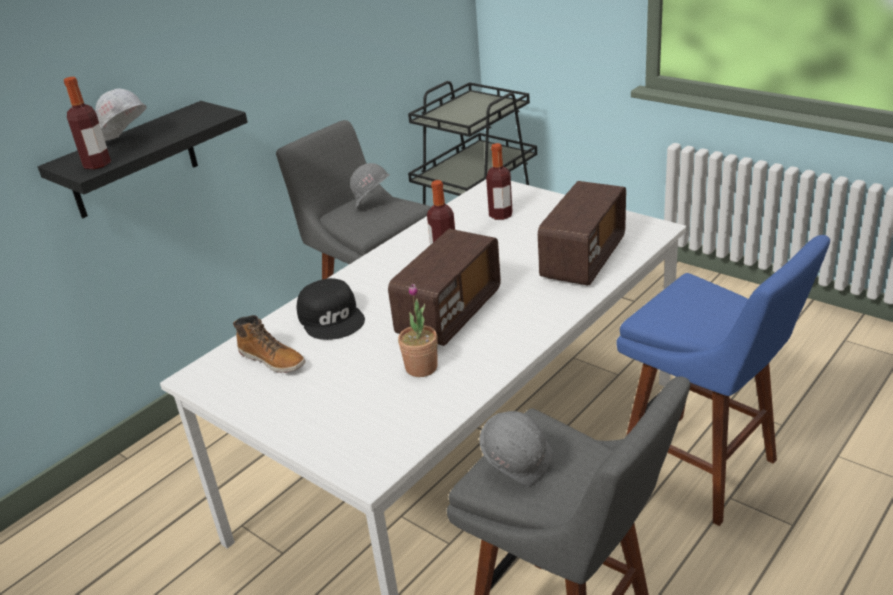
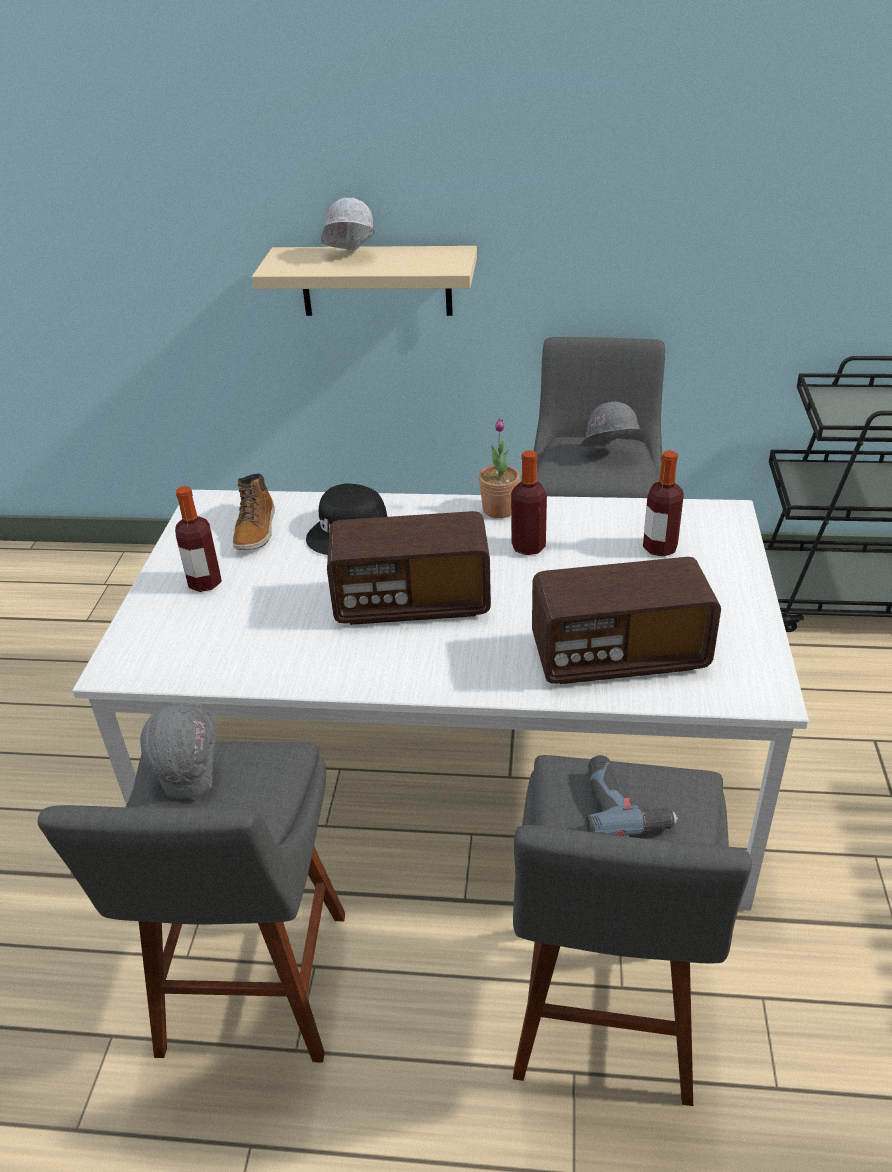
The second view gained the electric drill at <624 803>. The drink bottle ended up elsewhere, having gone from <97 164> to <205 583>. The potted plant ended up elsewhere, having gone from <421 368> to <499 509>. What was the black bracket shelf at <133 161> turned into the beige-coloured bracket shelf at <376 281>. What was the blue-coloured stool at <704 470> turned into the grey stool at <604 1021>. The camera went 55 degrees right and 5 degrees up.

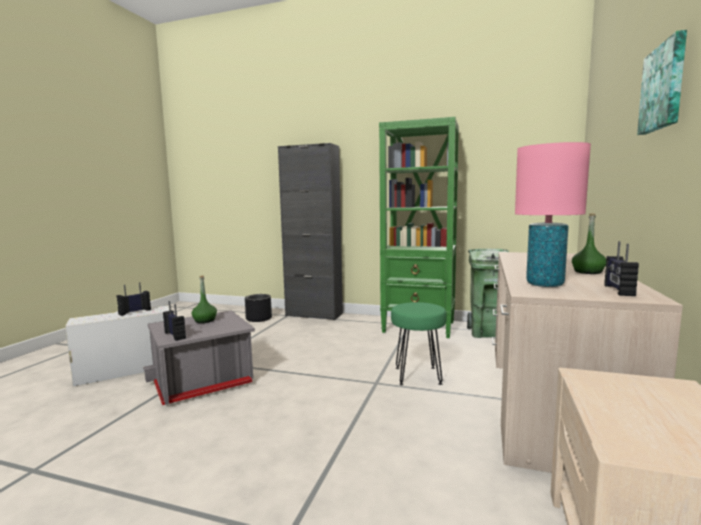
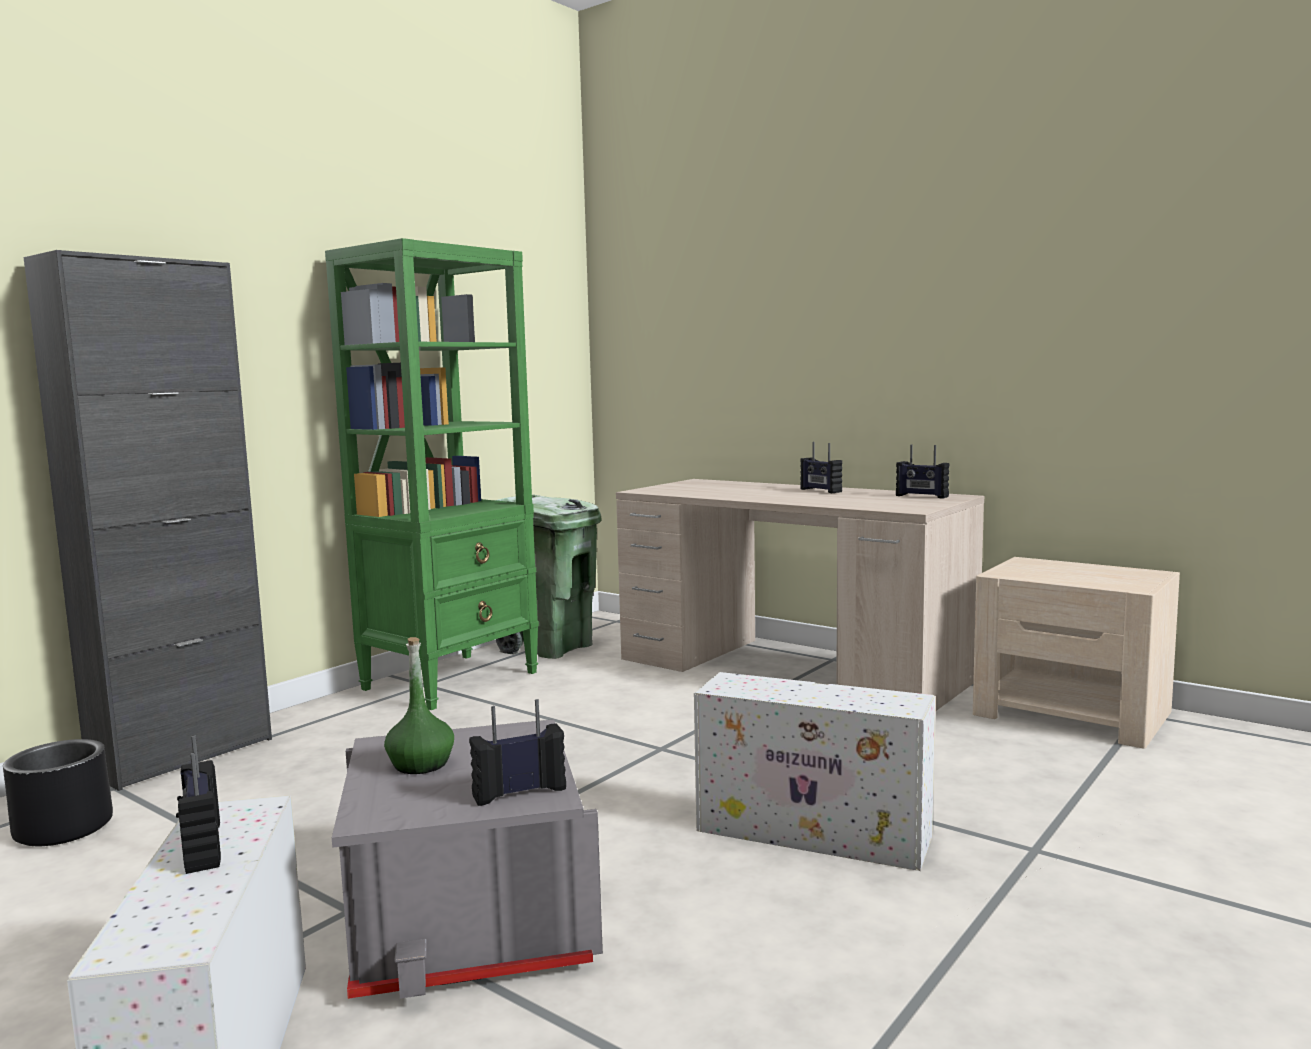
The second view lost the green stool at <417 375>. The second view lost the pinkish lamp for a table at <545 284>. The second view lost the wall picture at <664 87>. The second view gained the white-coloured storage bin at <816 834>. Where the green drink bottle stood at <588 272>, the radio receiver came to stand at <820 490>. The camera went 70 degrees left and 0 degrees up.

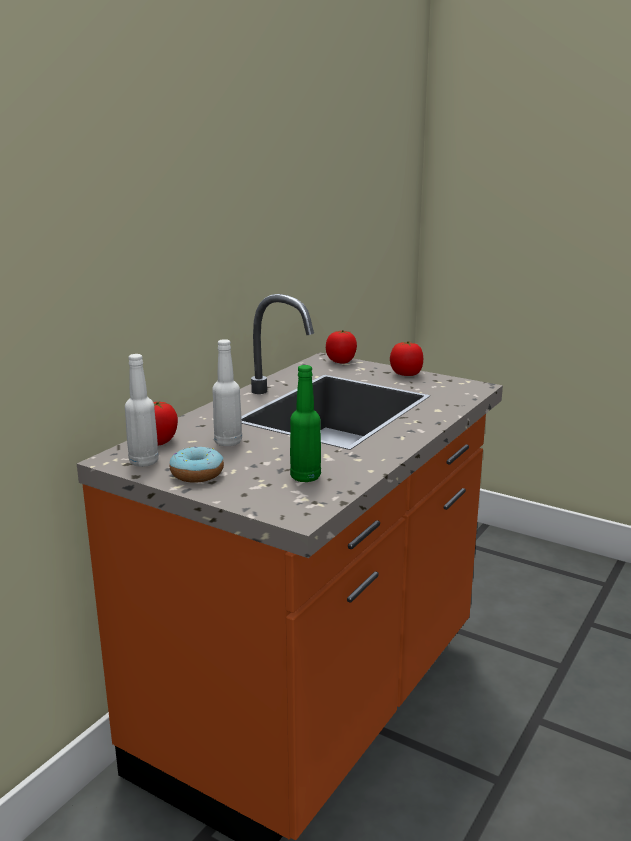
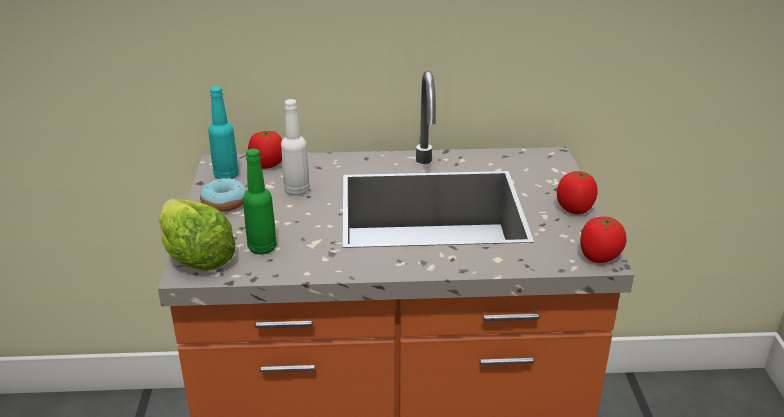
The second view gained the lettuce head at <195 255>. The tomato ended up elsewhere, having gone from <341 361> to <599 257>. What was the white-coloured drink bottle at <144 462> turned into the turquoise drink bottle at <226 175>. The camera went 55 degrees right and 10 degrees up.

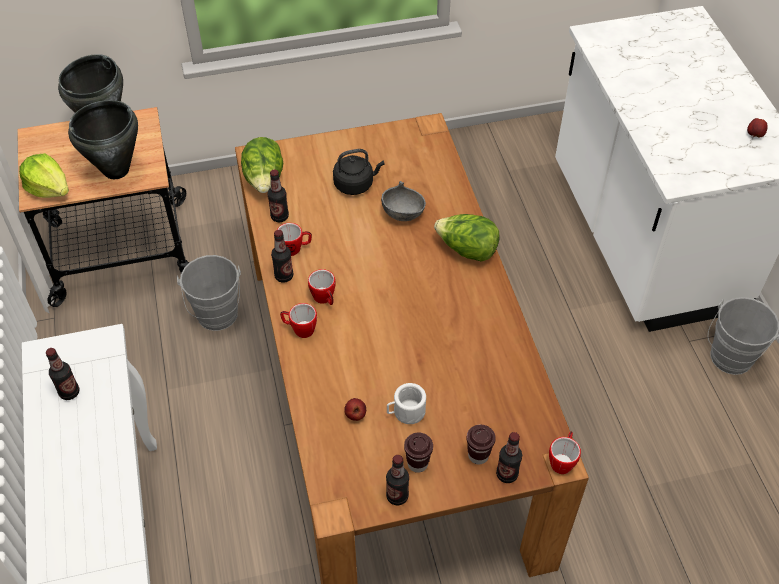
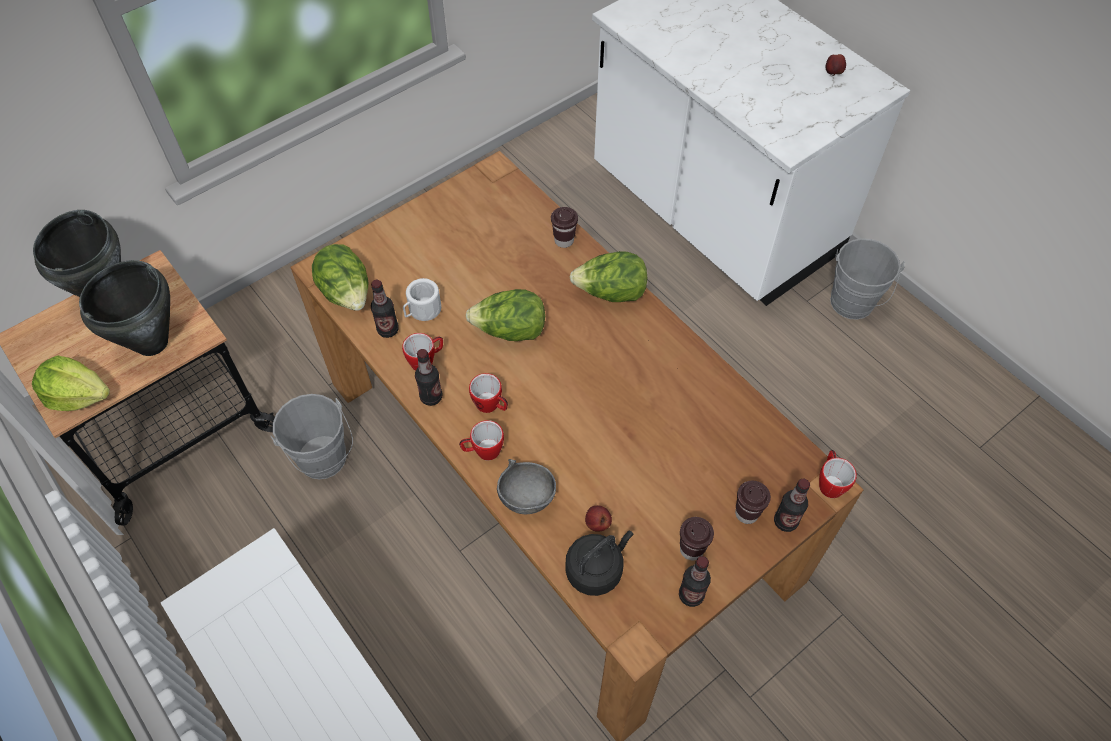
The second view lost the drink bottle at <69 392>. The second view gained the lettuce head at <510 331>. The second view gained the brown cup at <564 241>. The black kettle ended up elsewhere, having gone from <356 184> to <596 569>. The grey deep dish ended up elsewhere, having gone from <403 213> to <527 496>. The white-coloured tea mug ended up elsewhere, having gone from <405 412> to <422 311>. The camera went 25 degrees left and 5 degrees up.

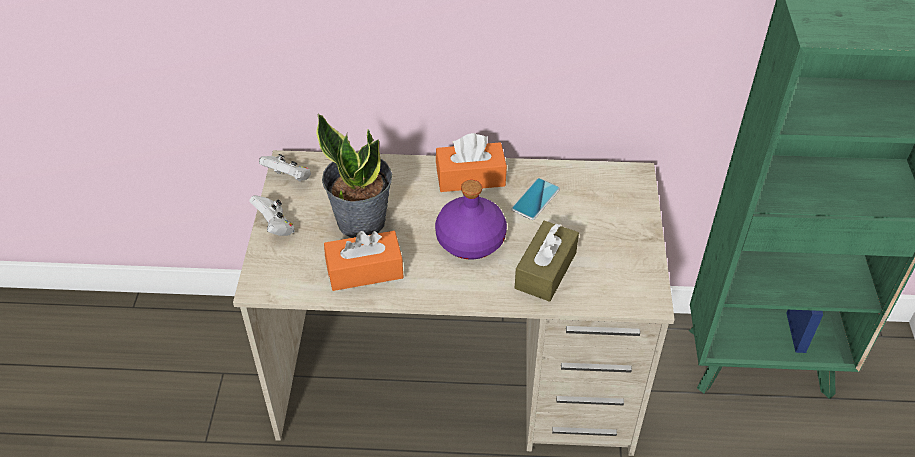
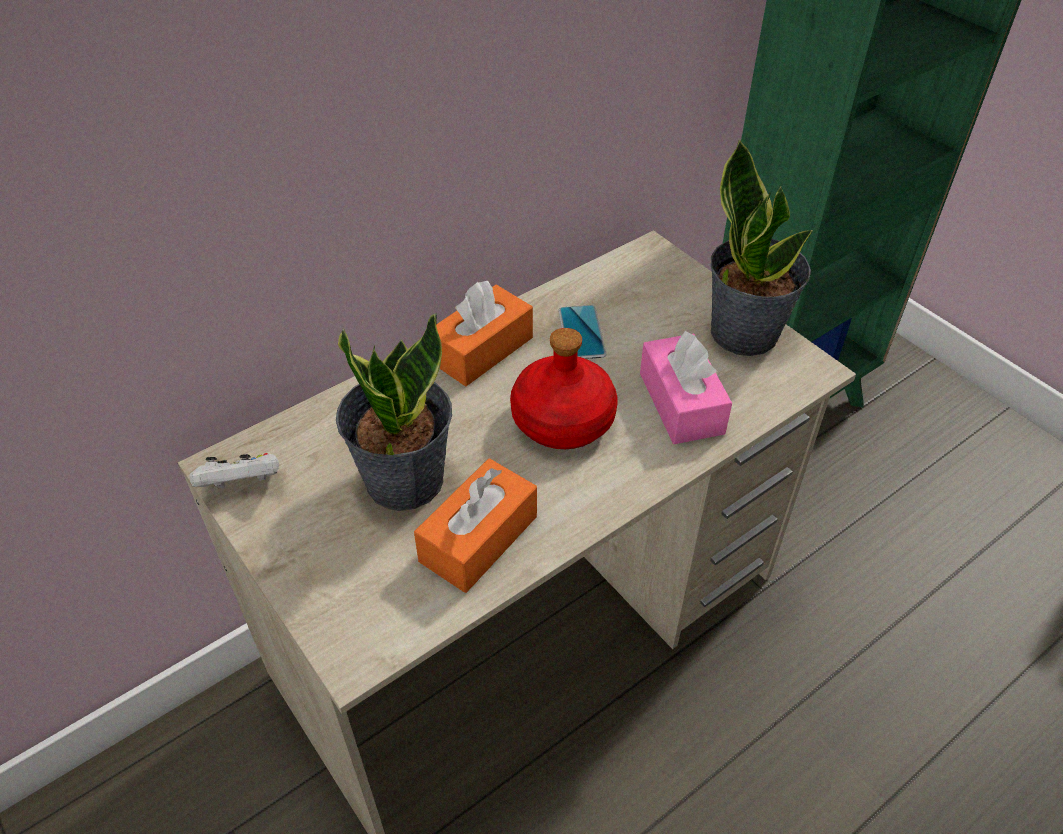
The second view lost the white-coloured joypad at <275 226>. The second view gained the potted plant at <745 332>. What was the purplish drink bottle at <469 240> turned into the red-coloured drink bottle at <562 421>. What was the brown tissue box at <545 270> turned into the pinkish tissue box at <681 403>. The camera went 40 degrees left and 0 degrees up.

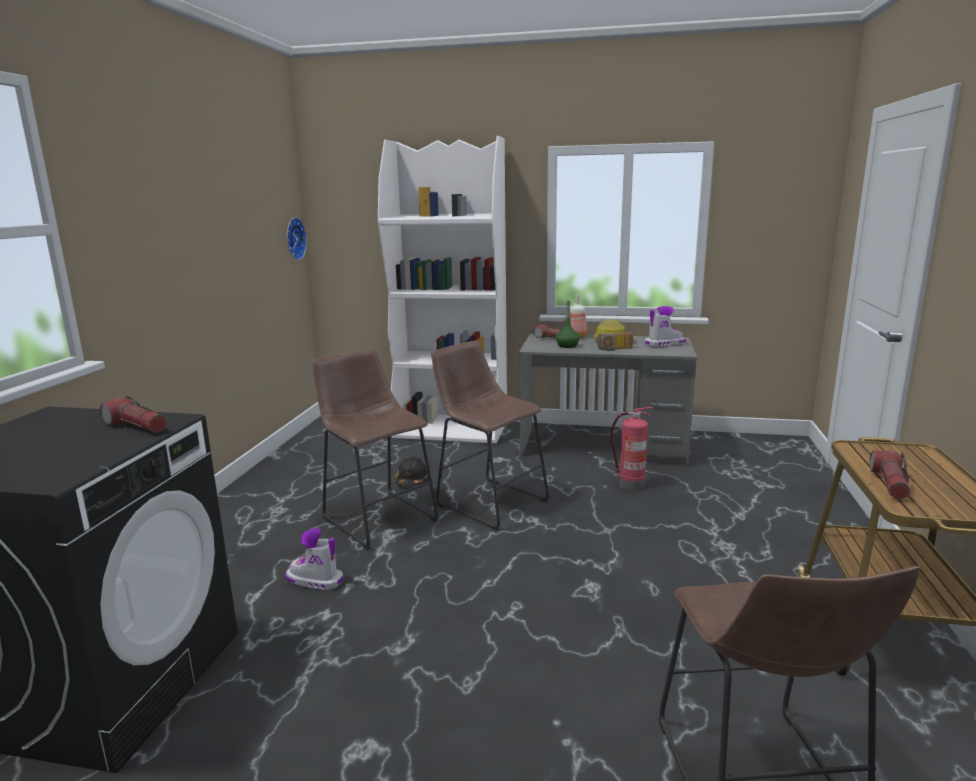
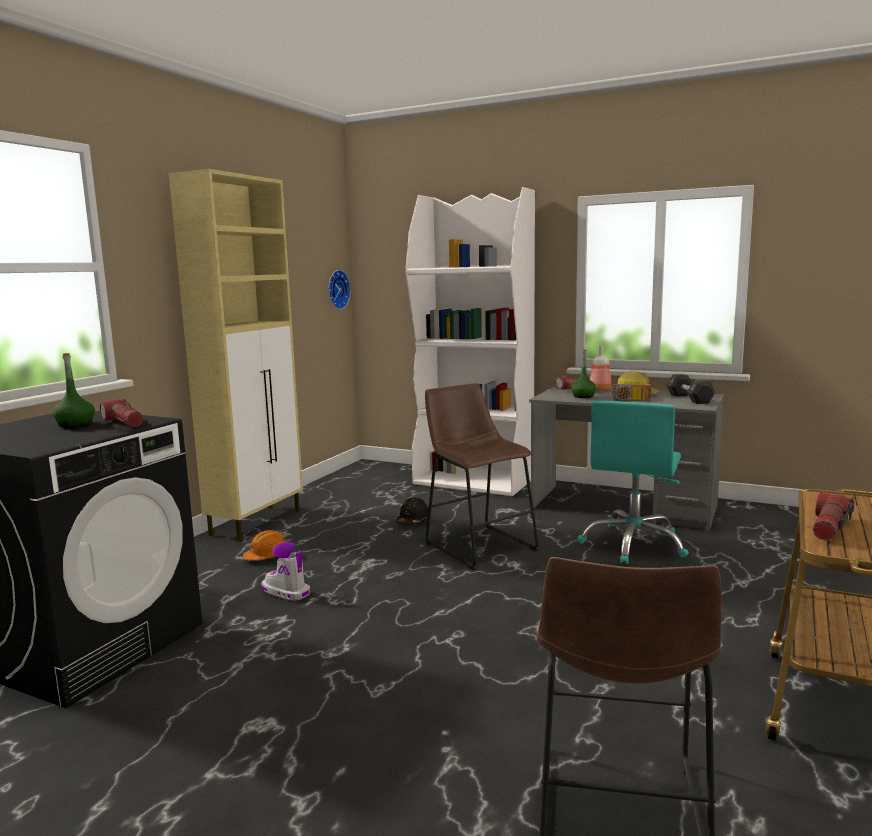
The second view lost the brown stool at <377 517>. The second view gained the green drink bottle at <75 425>. The second view gained the beige-coloured cupboard at <257 522>. The second view gained the orangey hard hat at <268 556>. Where the fire extinguisher stood at <630 485>, the turquoise computer chair came to stand at <634 543>. Where the tall boot stood at <664 344>, the black dumbbell came to stand at <689 399>. The camera went 15 degrees right and 5 degrees down.

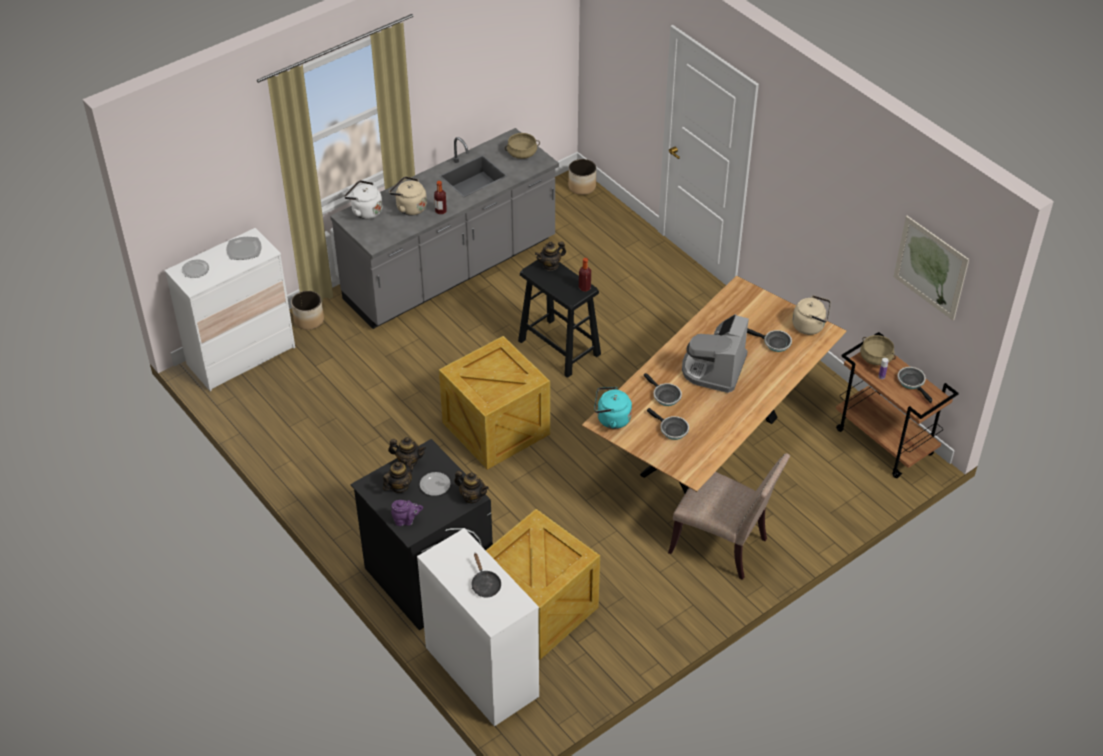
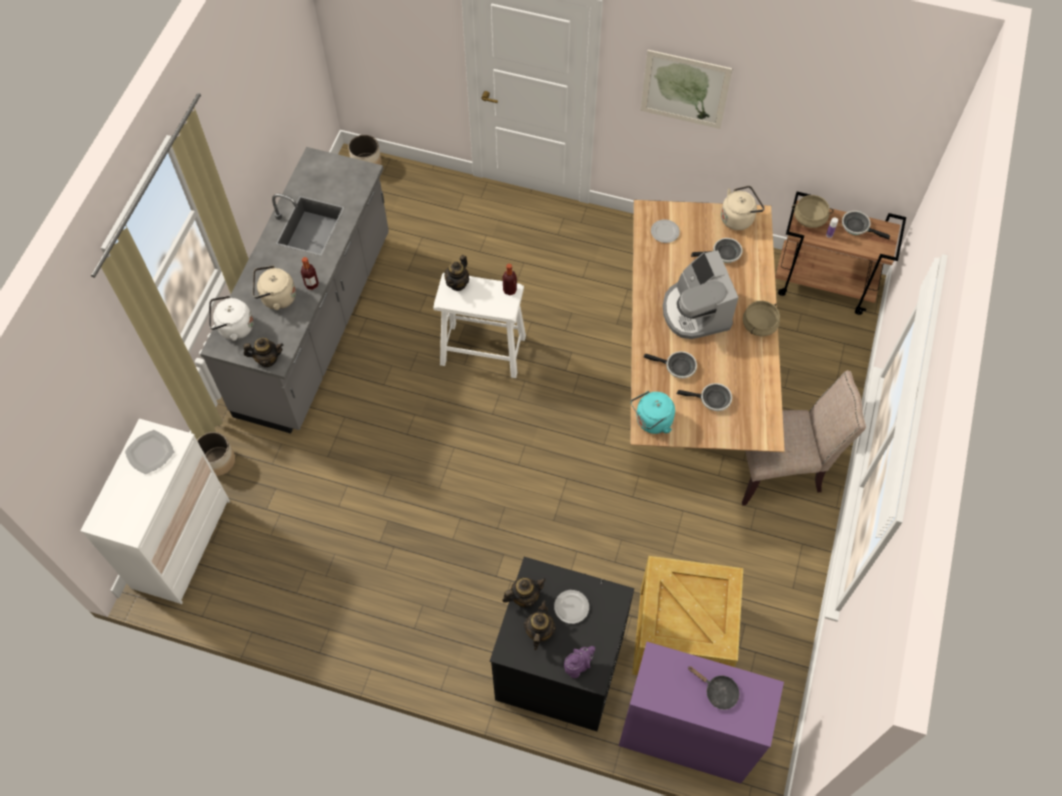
The second view lost the shipping crate at <494 428>. The flat dish ended up elsewhere, having gone from <195 270> to <665 232>. The teapot ended up elsewhere, having gone from <472 496> to <267 359>. The beige-coloured cooking pot ended up elsewhere, having gone from <522 153> to <759 325>. The wall picture ended up elsewhere, having gone from <930 267> to <685 89>. What was the white-coloured chest of drawers at <482 672> turned into the purplish chest of drawers at <686 735>. What was the black stool at <559 348> turned into the white-coloured stool at <483 350>. The camera went 35 degrees left and 15 degrees up.

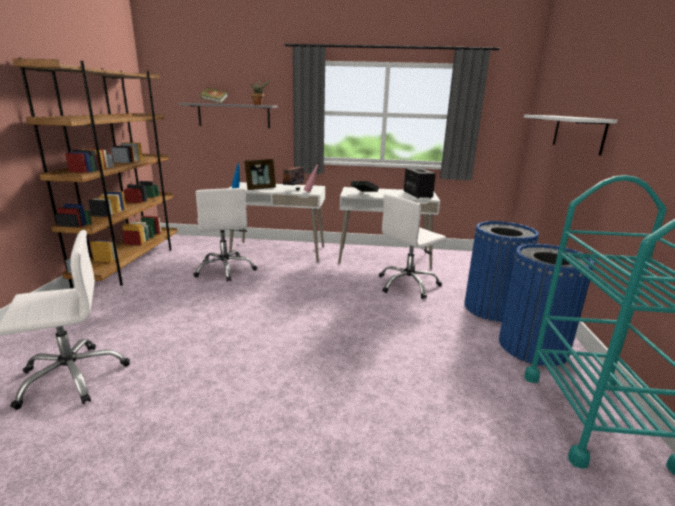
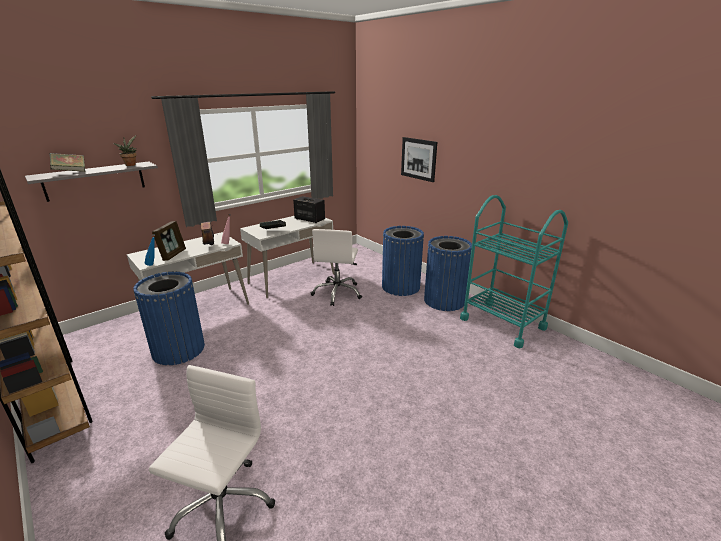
Where the white-coloured computer chair stood at <225 269>, the blue-coloured trash can came to stand at <178 349>. Where the white-coloured bracket shelf hung at <578 133>, the wall picture came to hang at <418 159>. The camera went 45 degrees left and 5 degrees up.

